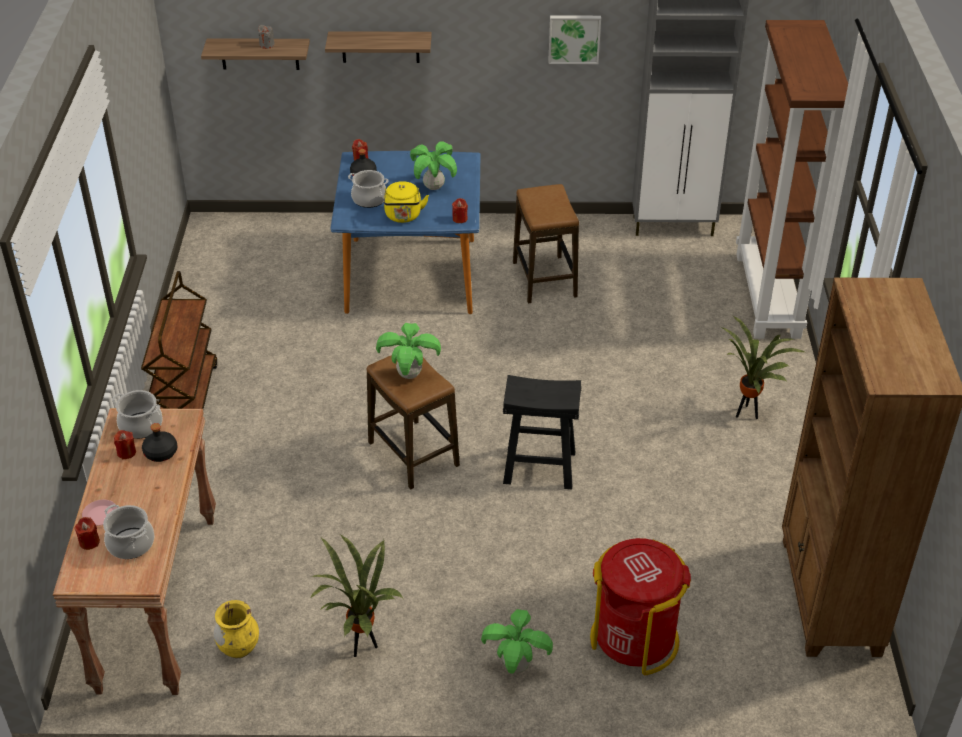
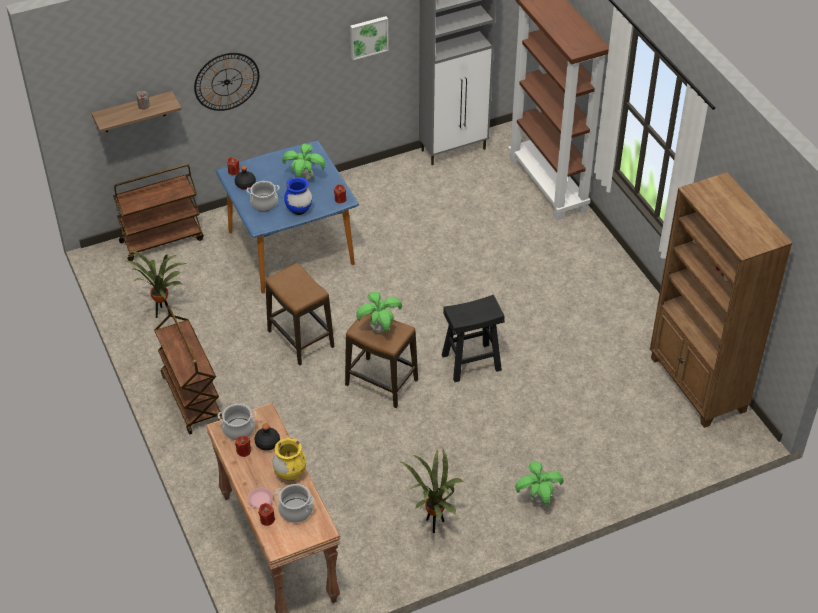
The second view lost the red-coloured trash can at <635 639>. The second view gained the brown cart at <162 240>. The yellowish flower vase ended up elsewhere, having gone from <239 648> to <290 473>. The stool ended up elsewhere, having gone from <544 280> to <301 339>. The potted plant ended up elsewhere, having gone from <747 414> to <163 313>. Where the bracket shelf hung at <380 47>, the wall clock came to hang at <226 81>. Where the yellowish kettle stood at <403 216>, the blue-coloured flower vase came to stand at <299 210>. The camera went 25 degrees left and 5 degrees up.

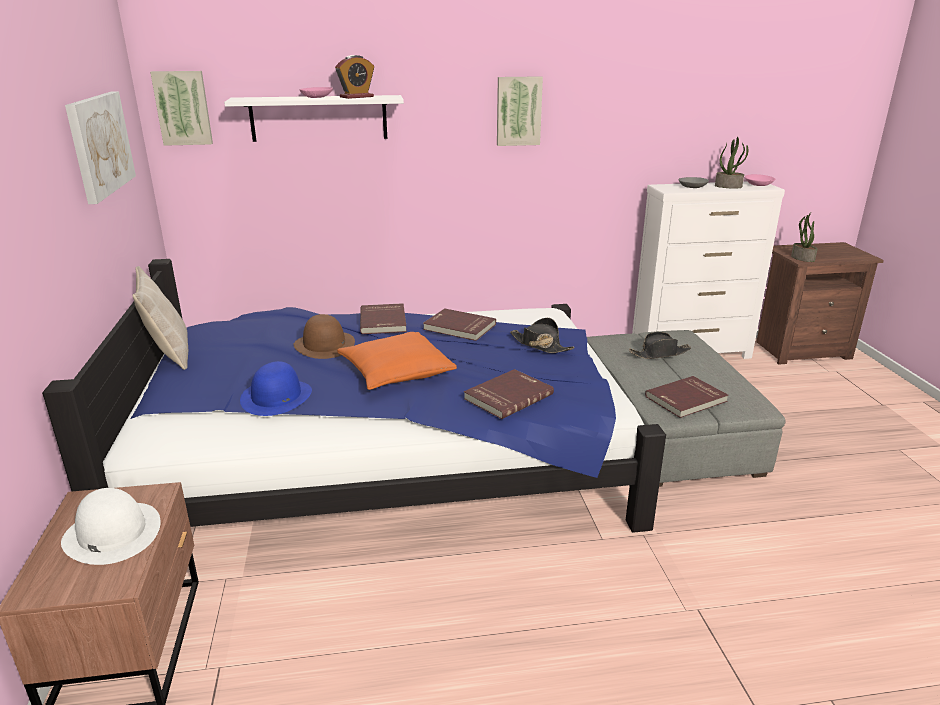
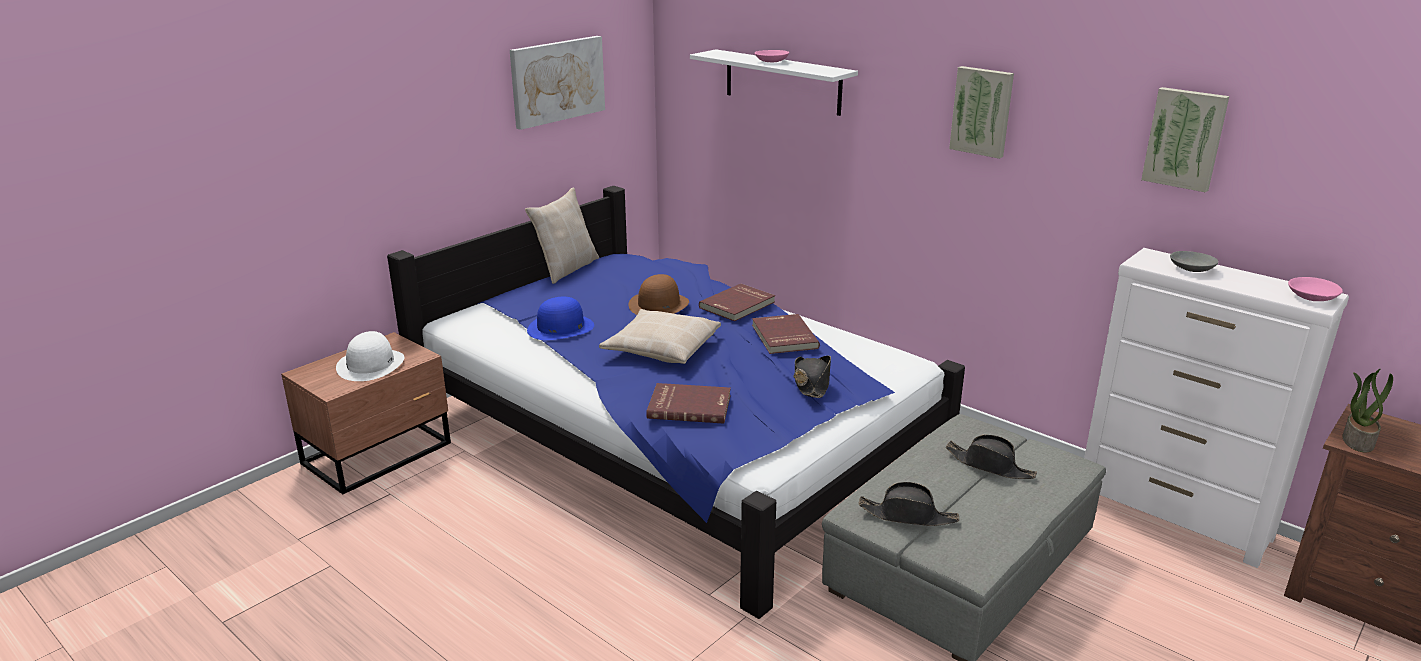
The second view lost the alarm clock at <356 97>. The second view lost the potted plant at <728 186>. The wall picture ended up elsewhere, having gone from <183 108> to <1185 138>. Where the red-coloured book stood at <687 399>, the black hat came to stand at <908 515>. What was the orangey pillow at <396 371> turned into the beige-coloured pillow at <661 348>. The camera went 50 degrees right and 0 degrees up.

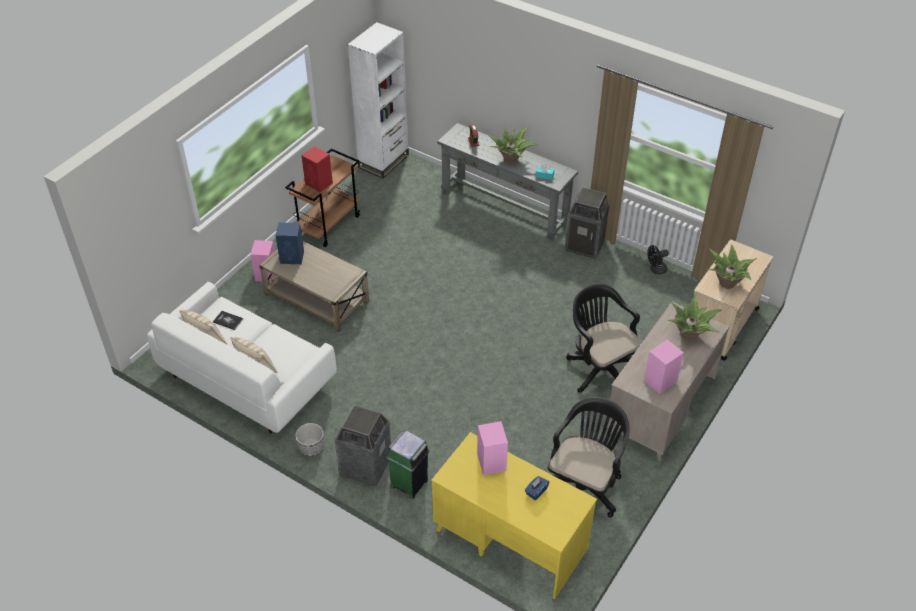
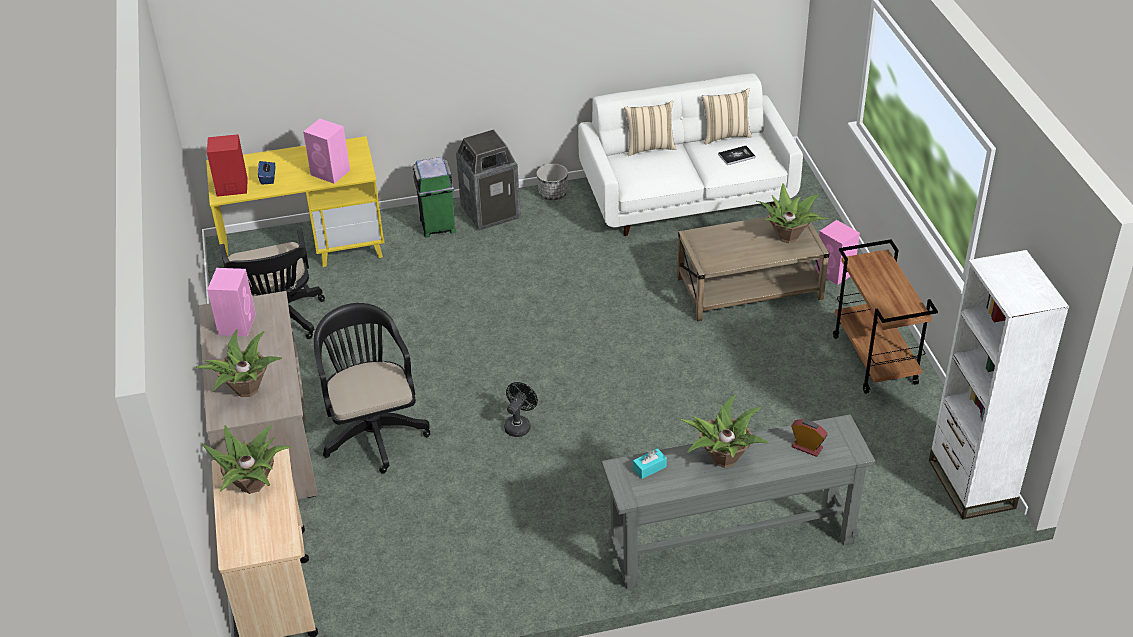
The second view lost the trash can at <585 244>. The red-coloured speaker ended up elsewhere, having gone from <319 183> to <231 187>. The black fan ended up elsewhere, having gone from <655 270> to <519 425>. Where the blue-coloured speaker stood at <292 257>, the potted plant came to stand at <788 236>. The black computer chair at <600 368> ended up facing another way, 120 degrees counterclockwise from before. The camera went 135 degrees right and 5 degrees down.

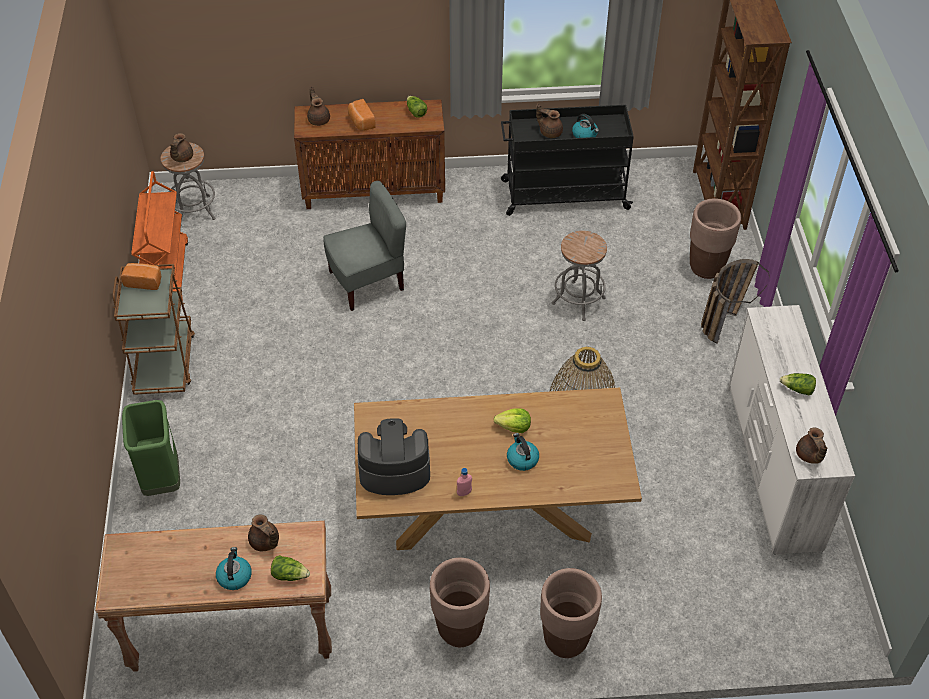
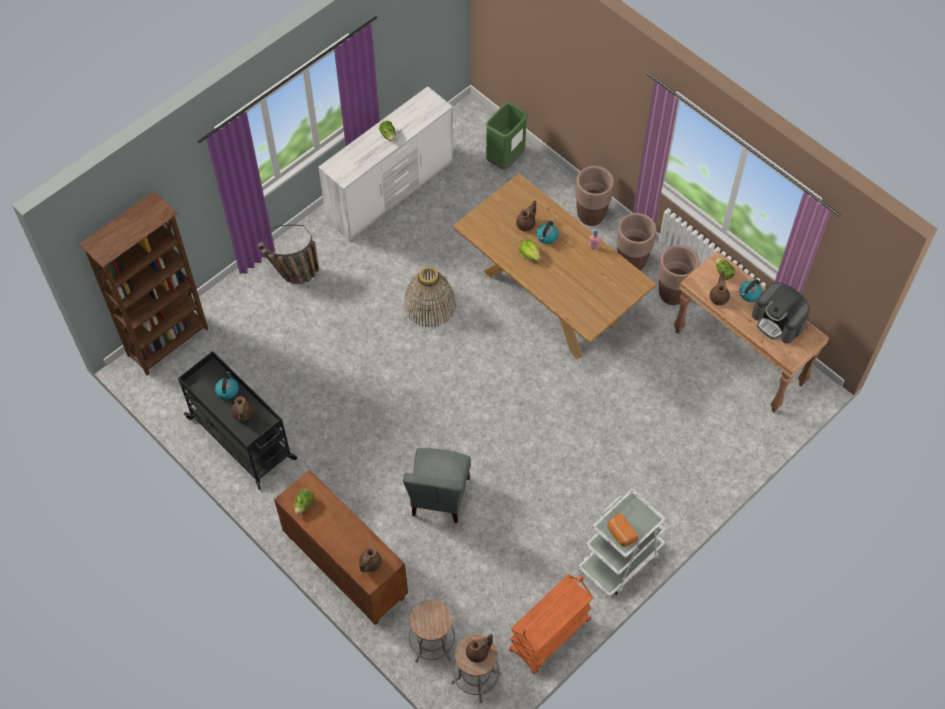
The second view lost the bakery bread at <361 122>. The green trash can ended up elsewhere, having gone from <162 480> to <505 160>. The coffee maker ended up elsewhere, having gone from <394 471> to <778 321>. The grey stool ended up elsewhere, having gone from <578 300> to <432 644>. The brown plant pot ended up elsewhere, having gone from <706 267> to <672 294>. The brown teapot ended up elsewhere, having gone from <809 455> to <526 224>. What was the brown cart at <164 363> turned into the white-coloured cart at <620 559>. The grey upright chair at <367 282> ended up facing another way, 105 degrees counterclockwise from before. The camera went 130 degrees left and 10 degrees up.

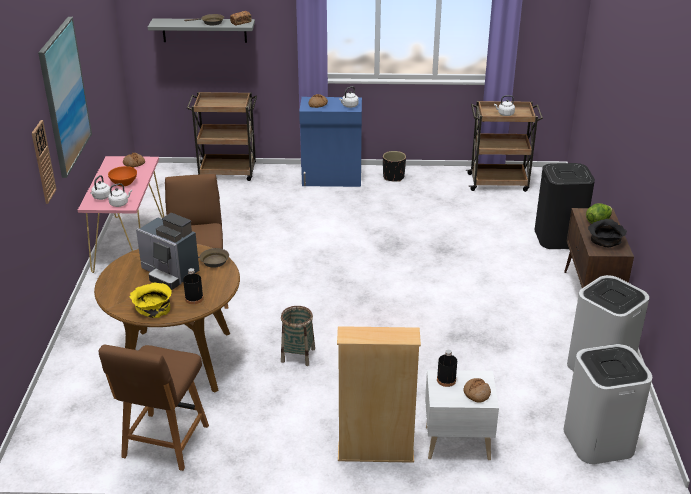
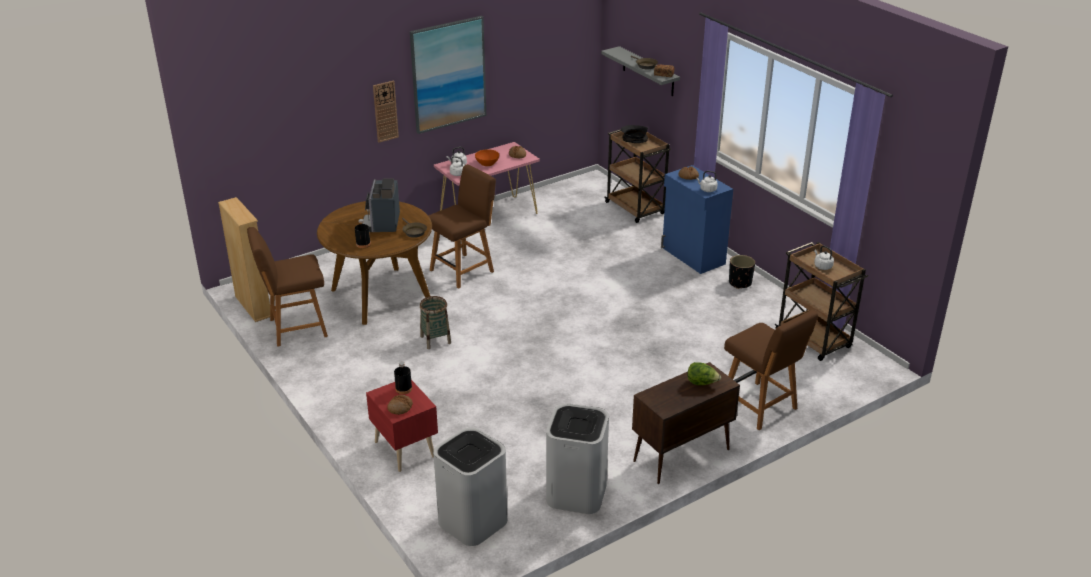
The second view lost the yellowish deep dish at <153 307>. The beige-coloured shelving unit ended up elsewhere, having gone from <375 453> to <253 306>. The black deep dish ended up elsewhere, having gone from <605 242> to <633 140>. Where the black trash can stood at <559 237>, the brown upright chair came to stand at <760 407>. What was the white-coloured night table at <456 442> turned into the red-coloured night table at <405 448>. The camera went 55 degrees right and 0 degrees up.

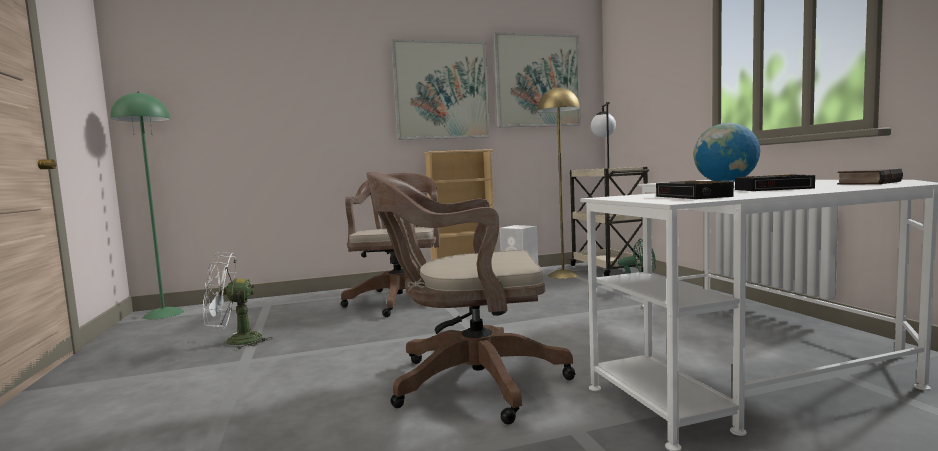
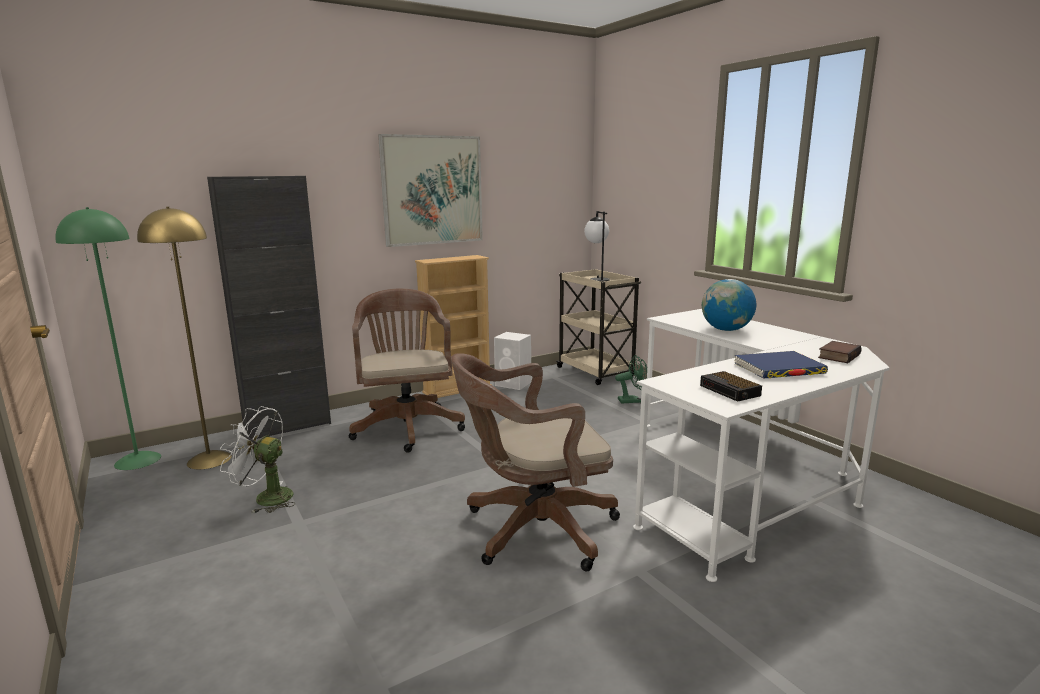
The second view lost the wall picture at <537 81>. The second view gained the black cupboard at <287 426>. The yellowish standard lamp ended up elsewhere, having gone from <562 275> to <209 460>. Where the alarm clock stood at <774 189>, the blue-coloured book came to stand at <779 369>. The white-coloured fan at <235 342> ended up facing another way, 45 degrees clockwise from before. The camera went 15 degrees left and 10 degrees up.

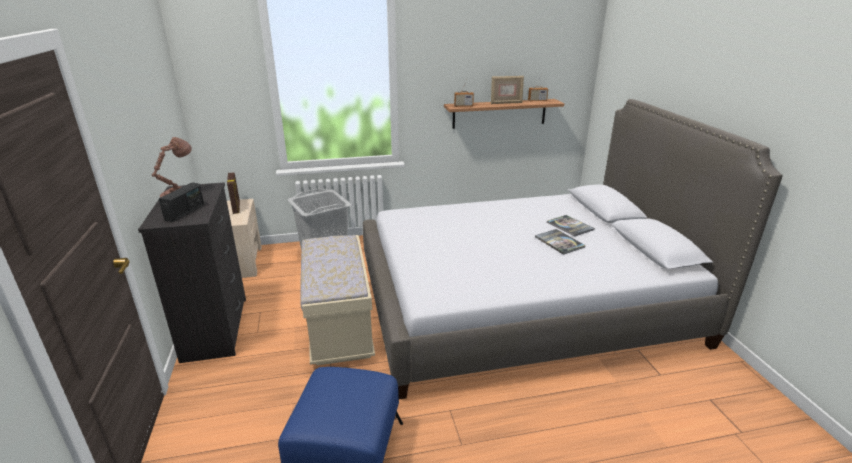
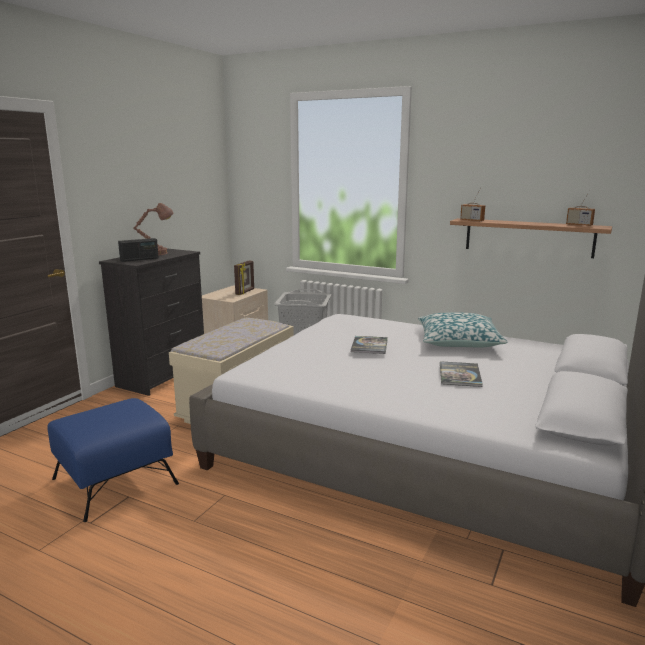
The second view lost the picture frame at <506 103>. The second view gained the pillow at <458 341>. The book ended up elsewhere, having gone from <570 226> to <369 346>. The camera went 40 degrees right and 10 degrees down.

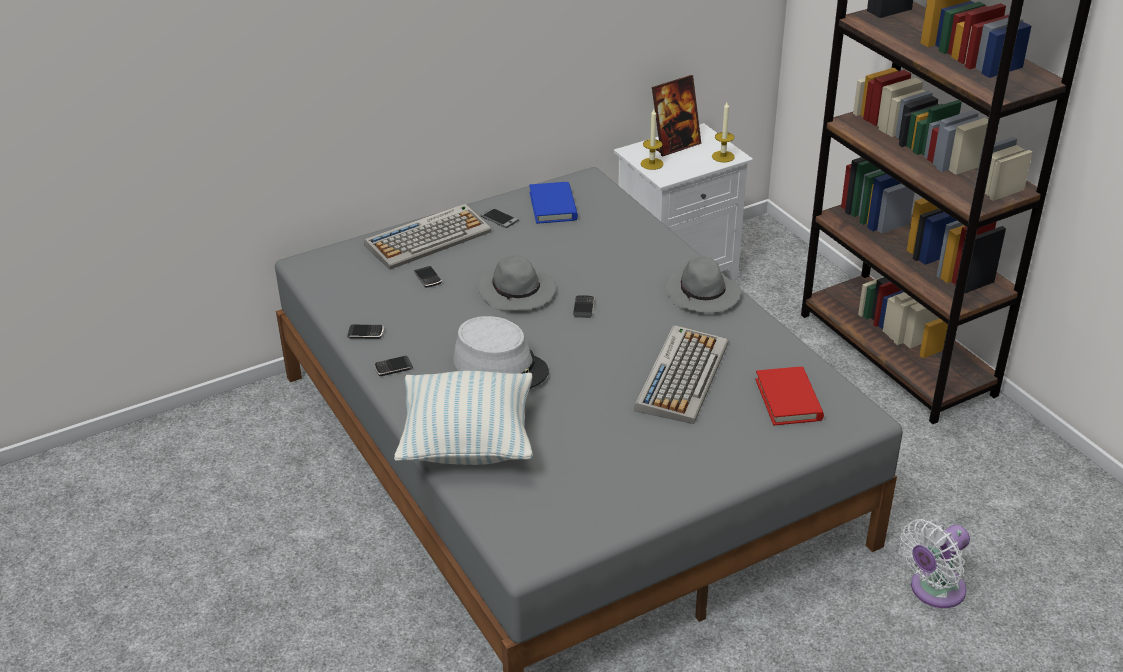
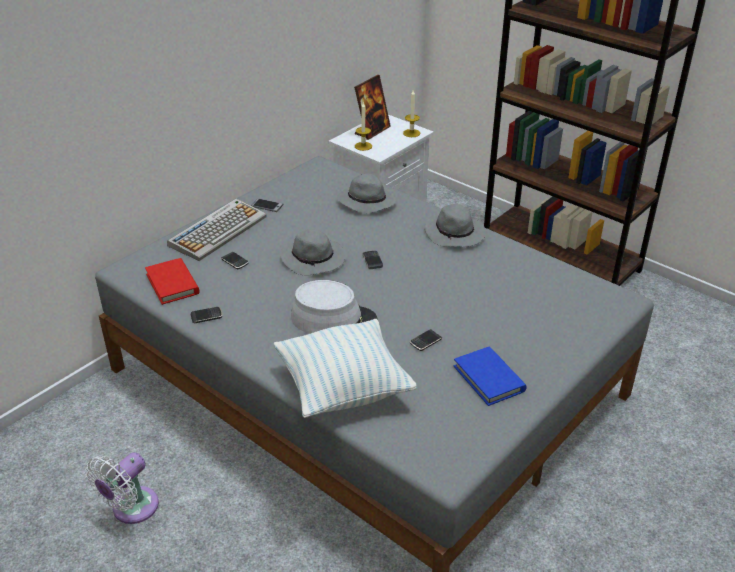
The second view lost the PC keyboard at <681 375>. The second view gained the grey hat at <365 202>. The handset ended up elsewhere, having gone from <393 368> to <425 342>. The blue-coloured book ended up elsewhere, having gone from <553 206> to <489 378>. The red-coloured book ended up elsewhere, having gone from <788 399> to <172 284>. The white-coloured fan ended up elsewhere, having gone from <933 591> to <131 509>. The camera went 20 degrees left and 0 degrees up.

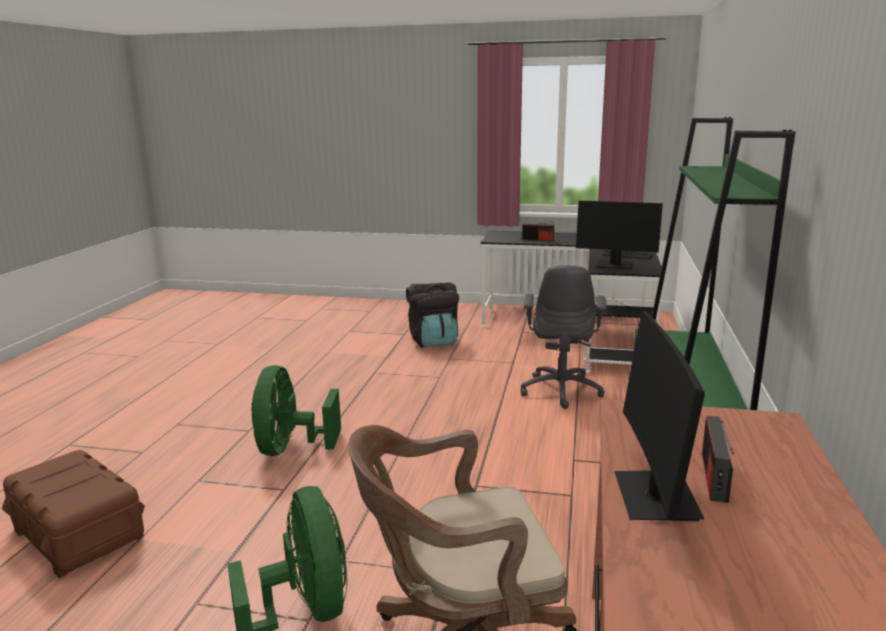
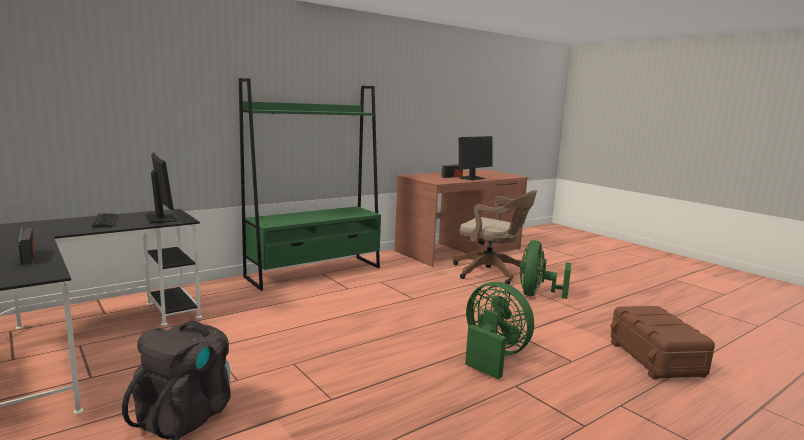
The second view lost the grey computer chair at <561 390>. The green fan at <290 448> ended up facing another way, 90 degrees counterclockwise from before. The camera went 140 degrees left and 5 degrees down.

